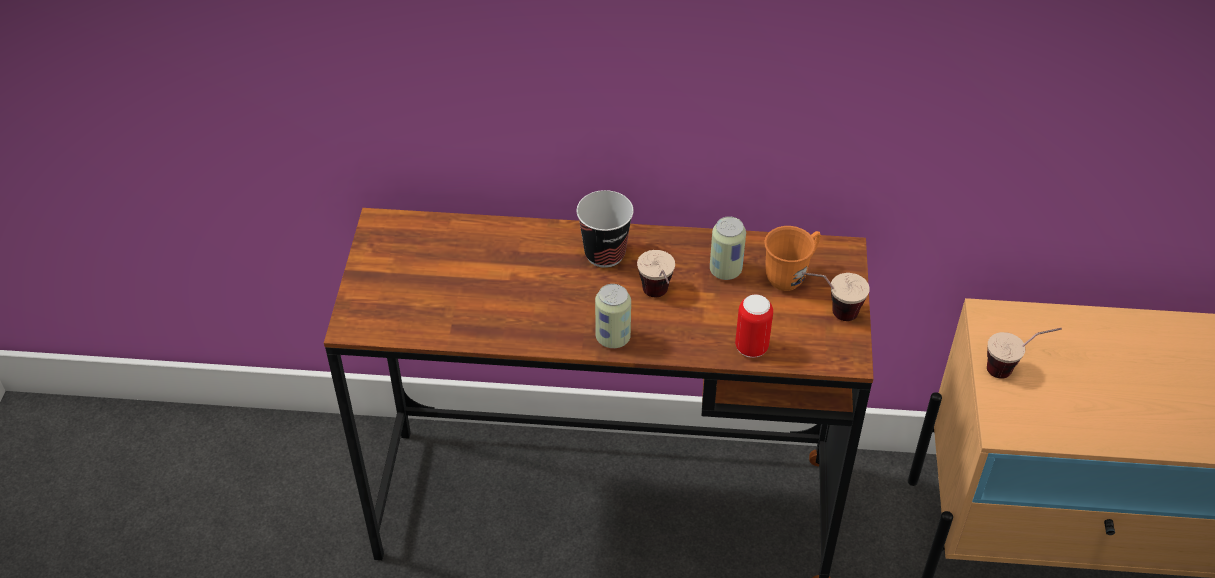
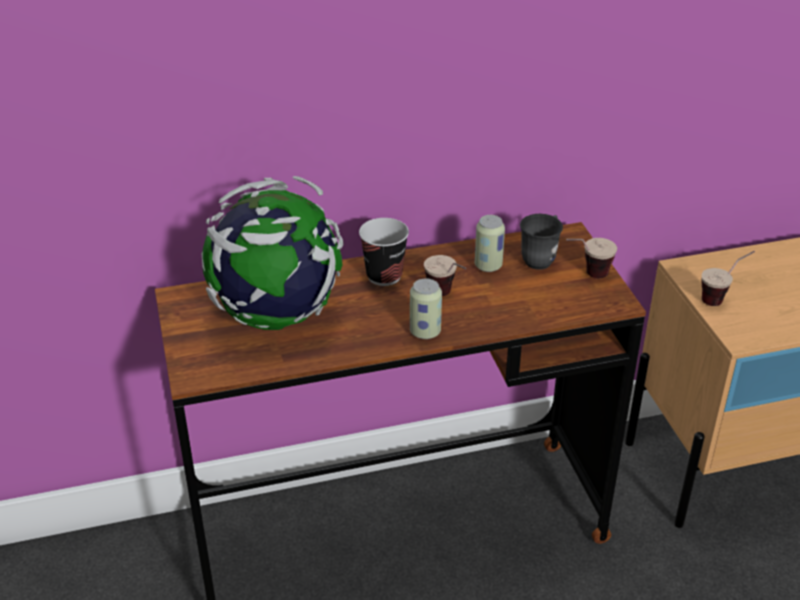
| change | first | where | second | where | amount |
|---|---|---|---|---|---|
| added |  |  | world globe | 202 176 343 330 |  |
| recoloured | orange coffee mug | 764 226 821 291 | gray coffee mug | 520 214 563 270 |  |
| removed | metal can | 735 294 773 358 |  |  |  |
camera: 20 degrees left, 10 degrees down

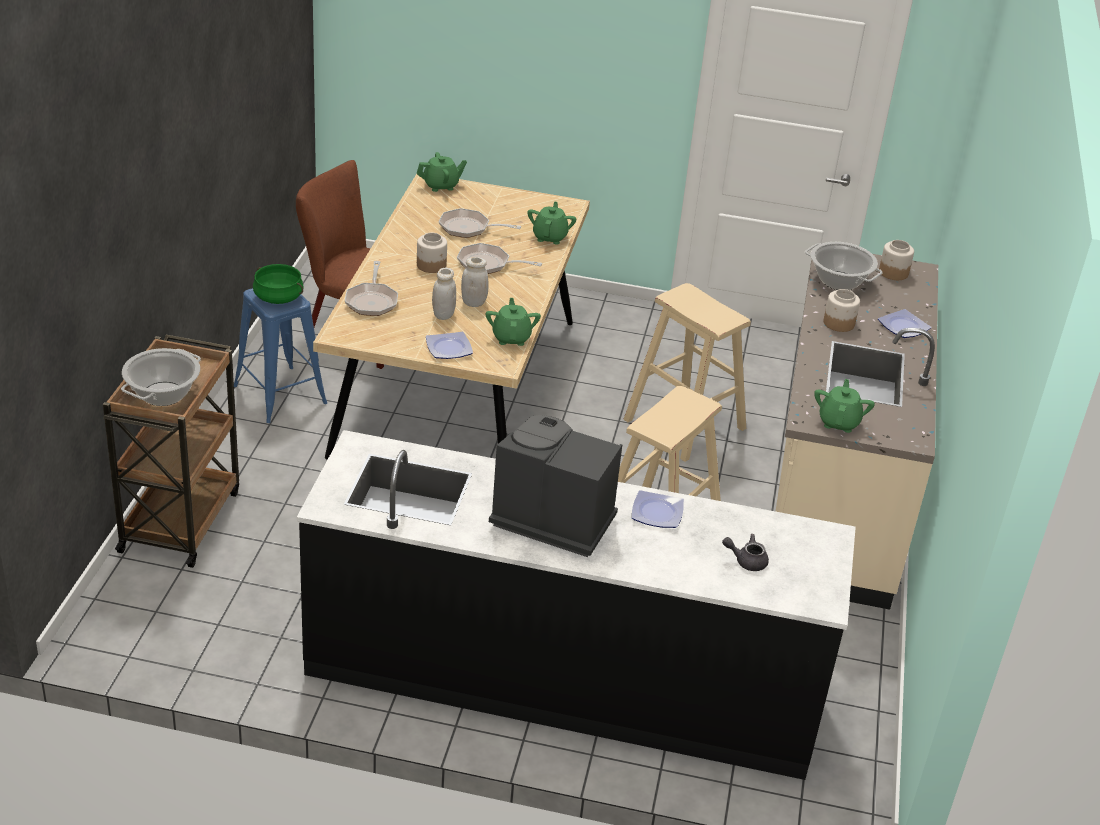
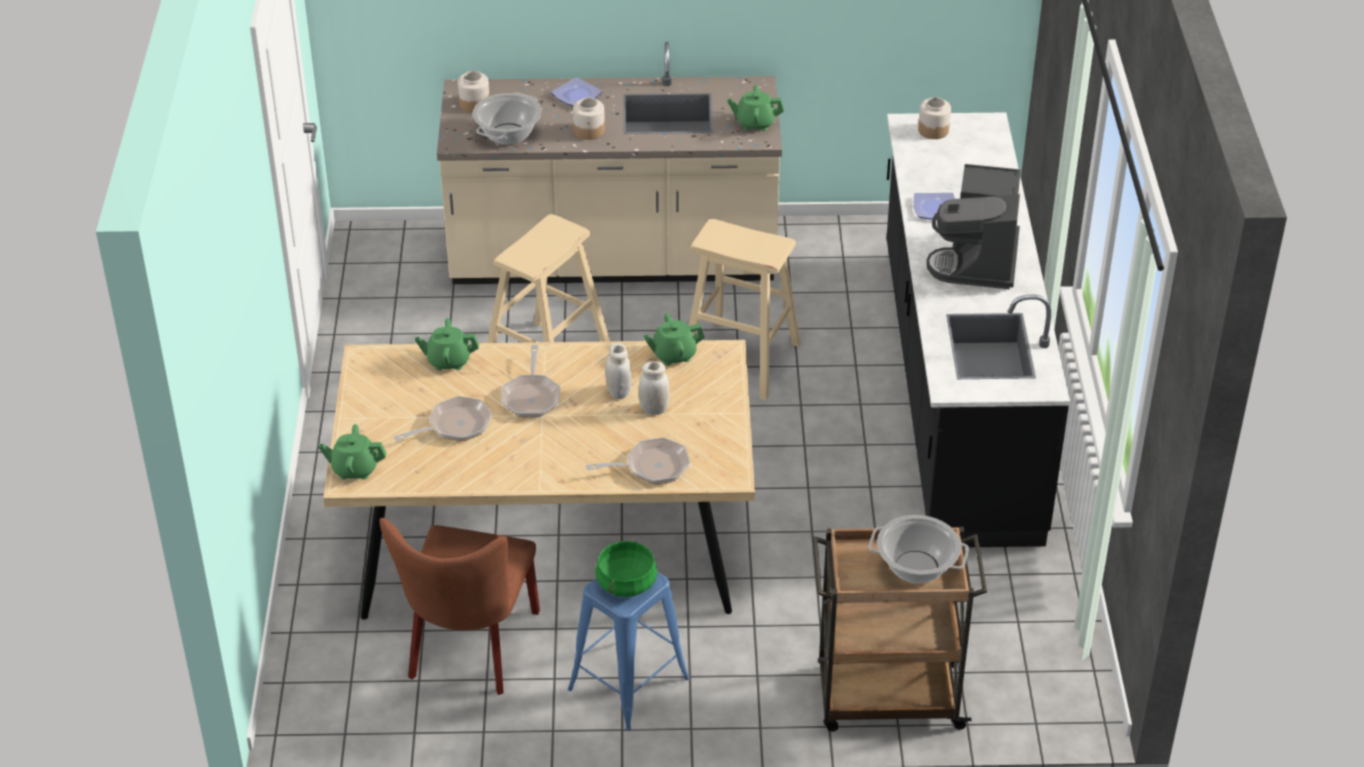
| change | first | where | second | where | amount |
|---|---|---|---|---|---|
| turned | green-coloured pot for tea | 417 152 467 192 |  | 318 424 387 479 | 60 degrees counterclockwise |
| turned | frying pan | 439 208 521 238 |  | 394 396 492 441 | 120 degrees counterclockwise |
| moved | preserve jar | 417 233 447 273 |  | 918 97 951 139 |  |
| removed | dinner plate | 426 332 473 359 |  |  |  |
| removed | gray pot for tea | 722 534 769 571 |  |  |  |
camera: 100 degrees left, 5 degrees up

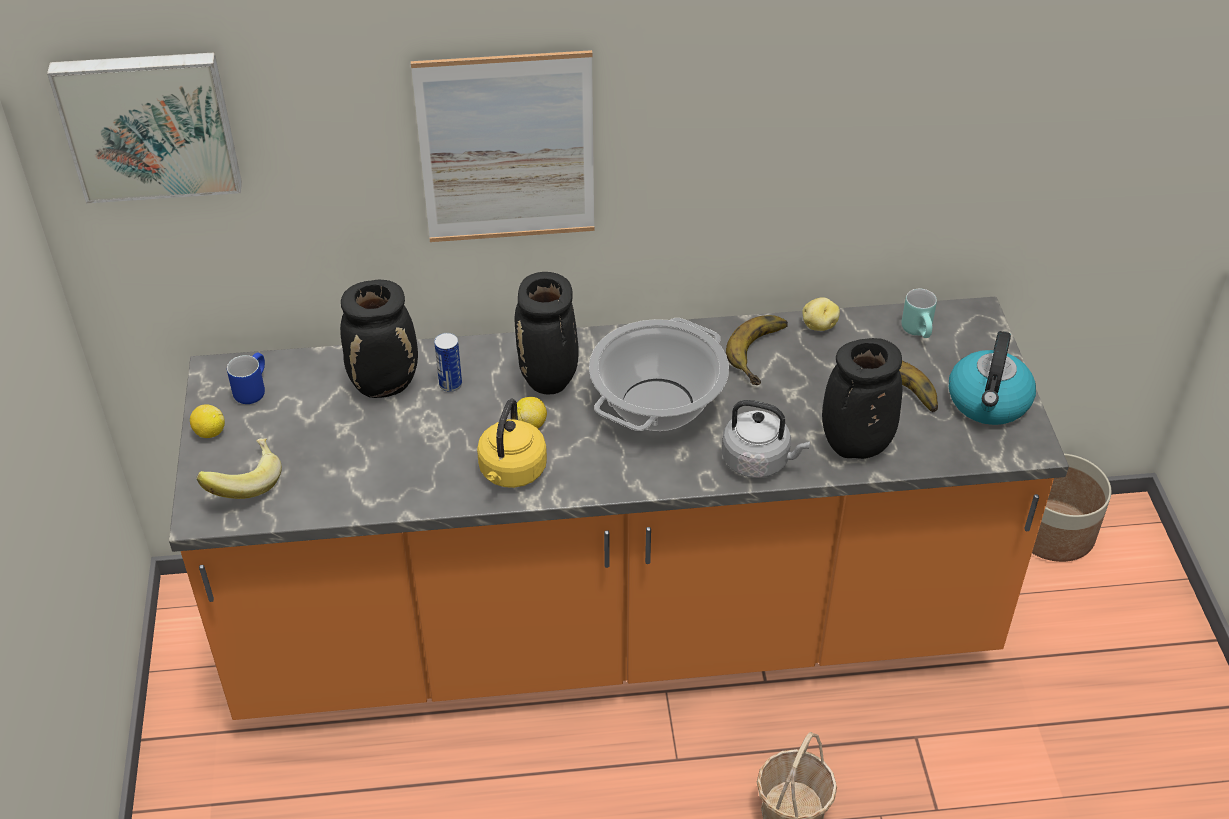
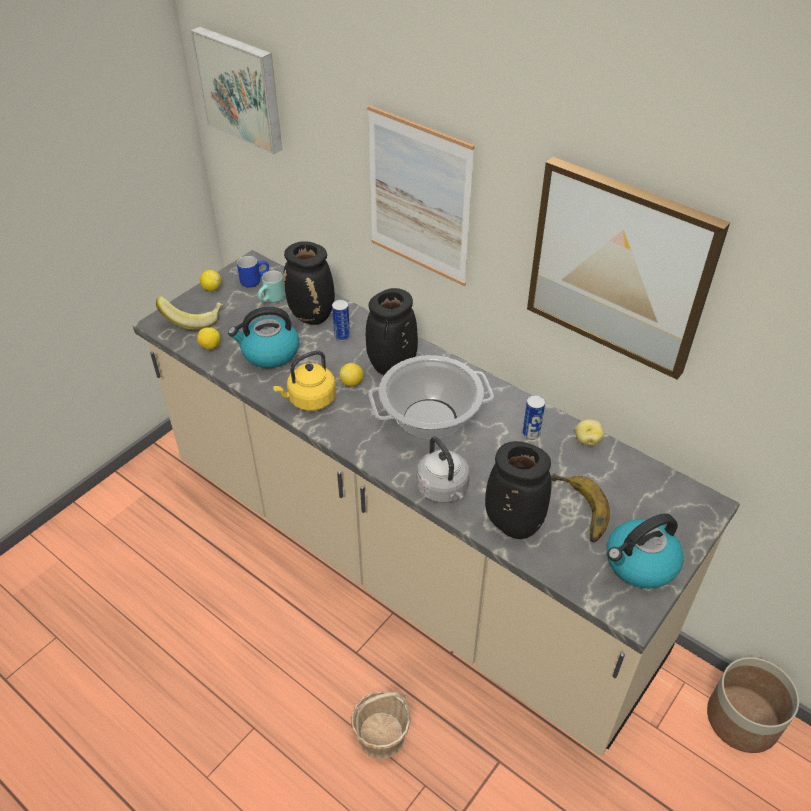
| change | first | where | second | where | amount |
|---|---|---|---|---|---|
| recoloured | orange kitchen base unit | 169 297 1069 720 | sand-coloured kitchen base unit | 133 250 740 757 |  |
| added |  |  | whole lemon | 197 327 221 350 |  |
| added |  |  | kettle | 228 307 299 368 |  |
| moved | blue-green coffee mug | 901 289 937 338 |  | 258 271 285 303 |  |
| replaced | banana fruit | 726 315 788 385 | metal can | 522 395 545 440 |  |
| added |  |  | wall art | 527 157 730 379 |  |
camera: 45 degrees right, 0 degrees up

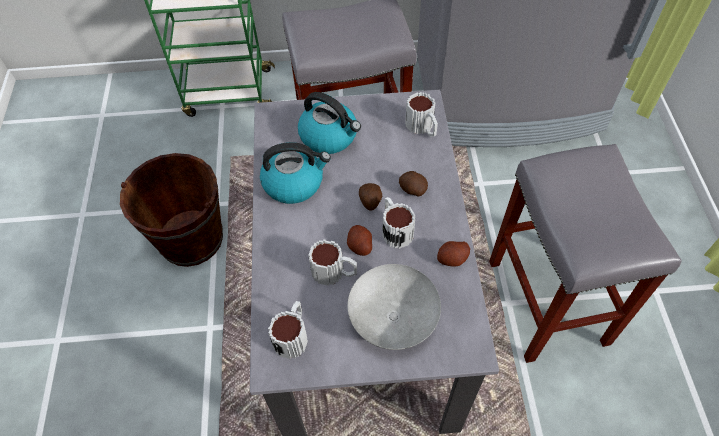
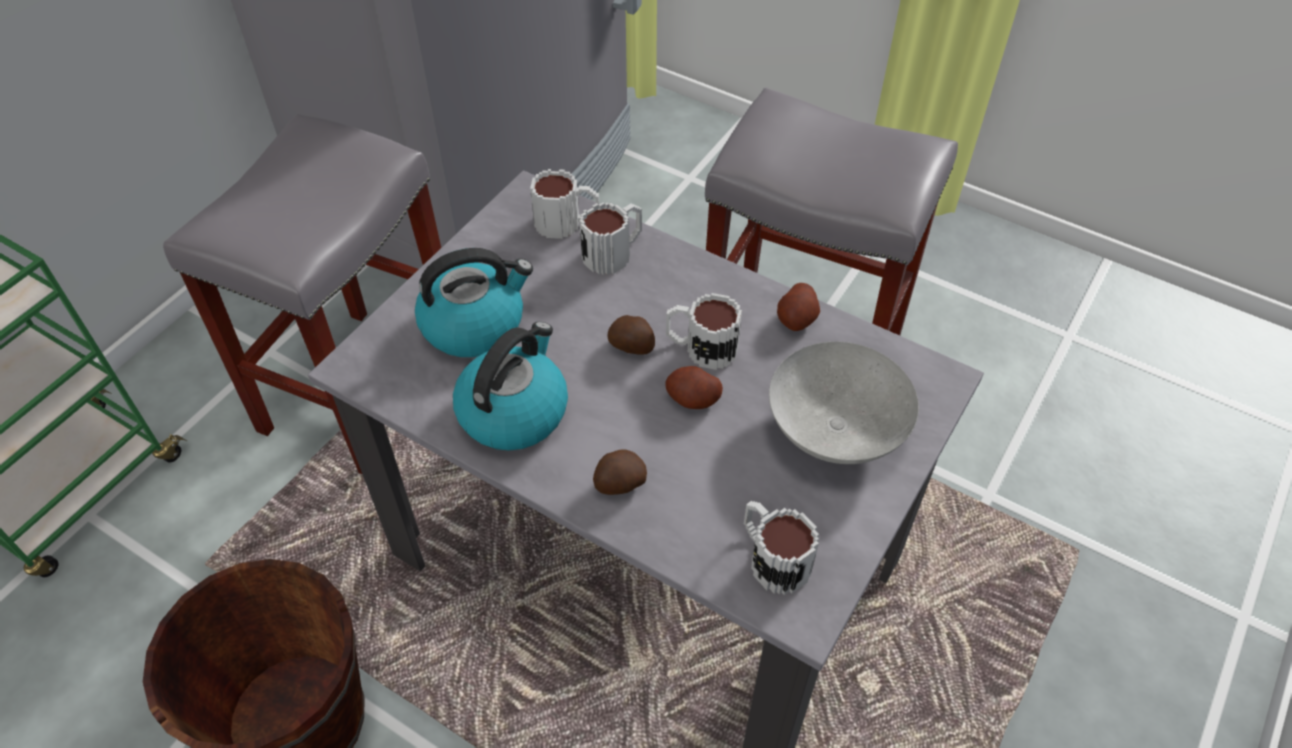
| change | first | where | second | where | amount |
|---|---|---|---|---|---|
| moved | coffee mug | 308 239 357 286 |  | 579 202 642 275 |  |
| moved | whole potato | 399 171 428 197 |  | 593 449 647 495 |  |
camera: 55 degrees left, 5 degrees down

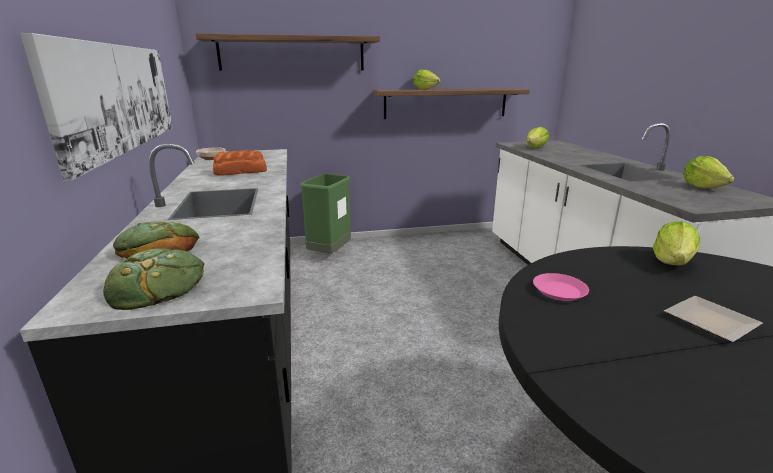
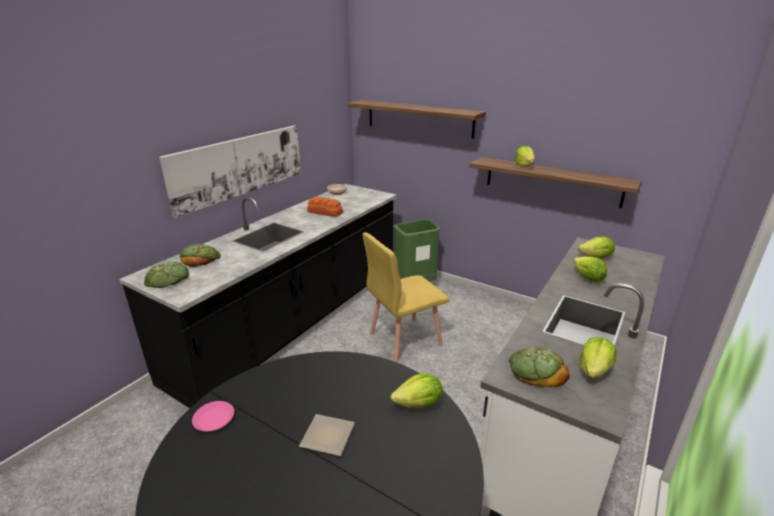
| change | first | where | second | where | amount |
|---|---|---|---|---|---|
| moved | pink dinner plate | 533 273 589 301 |  | 192 401 234 431 |  |
| added |  |  | yellow upright chair | 363 232 450 362 |  |
| added |  |  | bakery bread | 509 348 570 387 |  |
| added |  |  | lettuce | 574 257 607 282 |  |
camera: 45 degrees right, 5 degrees up

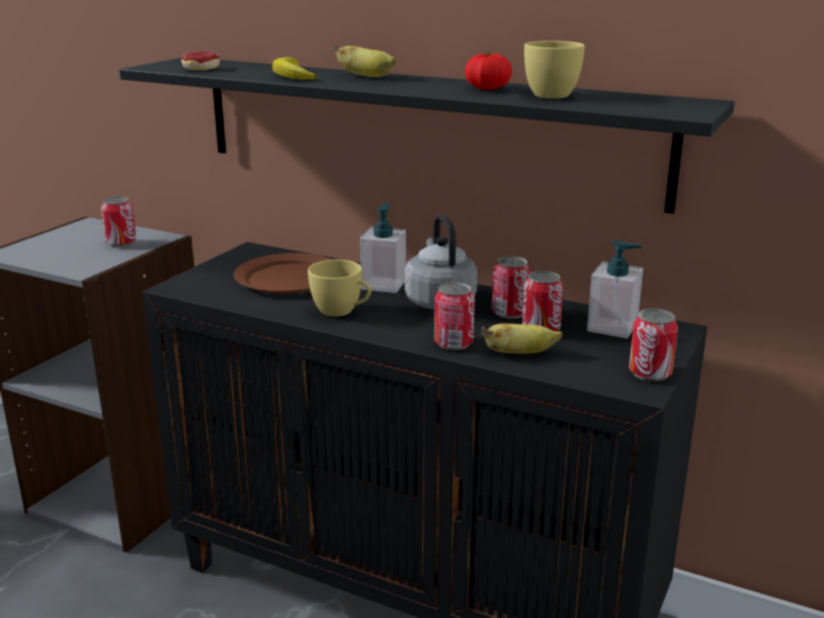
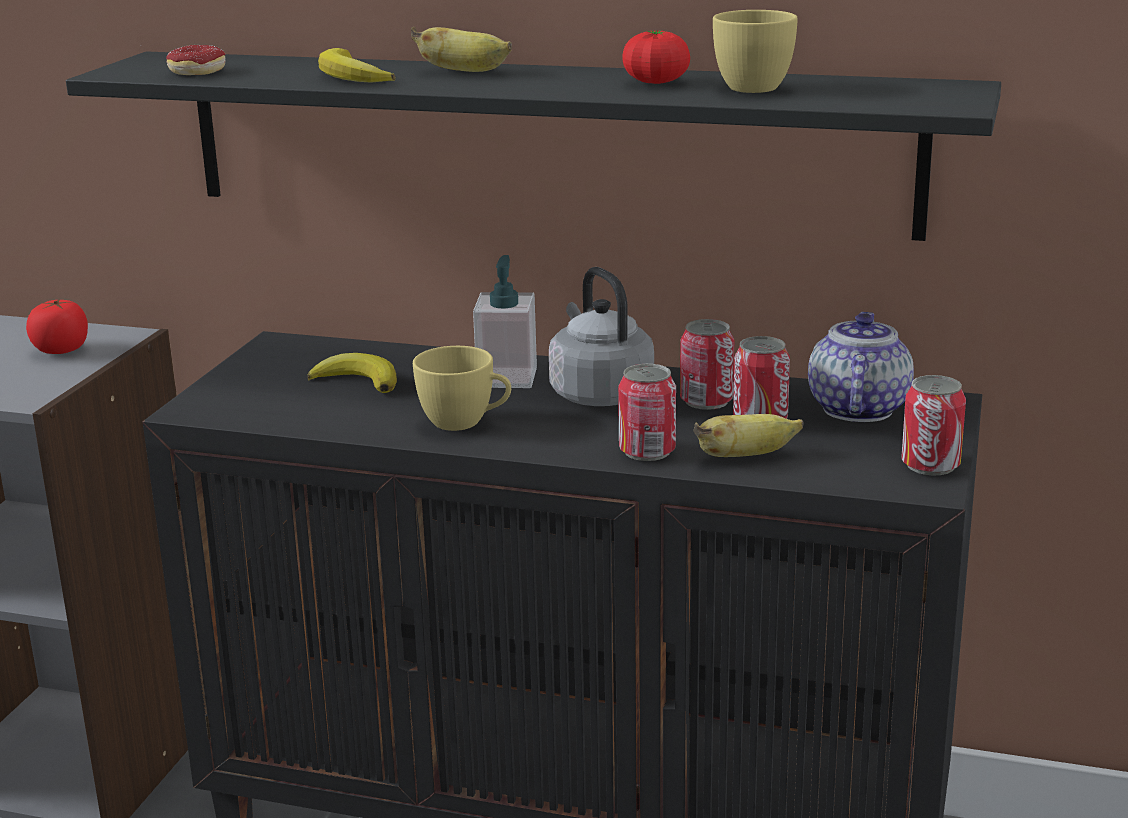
| change | first | where | second | where | amount |
|---|---|---|---|---|---|
| replaced | metal can | 101 197 136 247 | fresh tomato | 26 299 88 354 |  |
| replaced | brown dinner plate | 234 253 332 294 | banana fruit | 308 353 397 393 |  |
| replaced | soap bottle | 587 240 643 339 | pot for tea | 808 312 914 422 |  |
camera: 10 degrees left, 0 degrees up

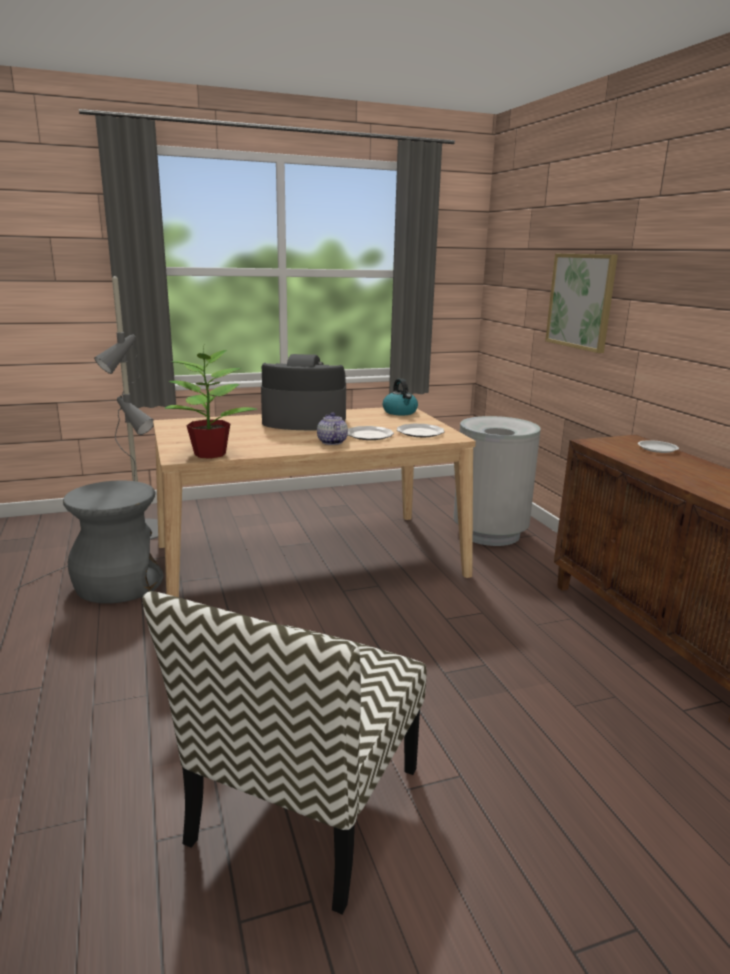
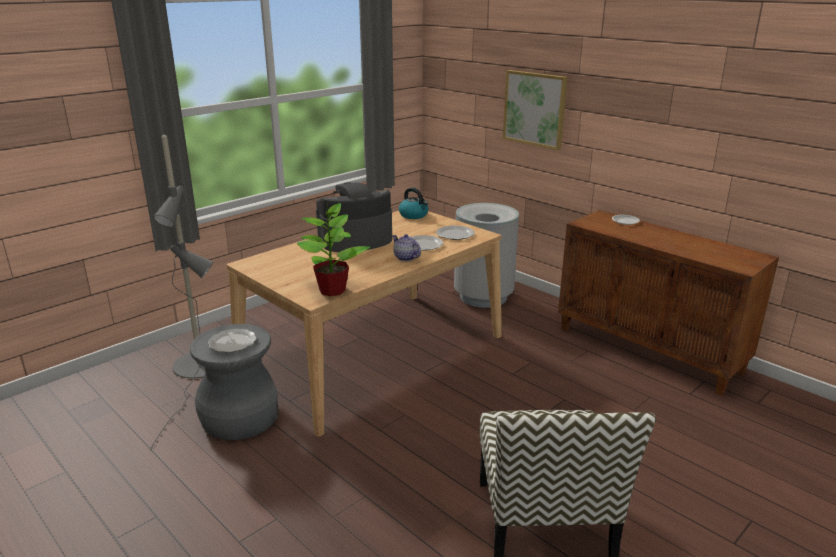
| change | first | where | second | where | amount |
|---|---|---|---|---|---|
| added |  |  | dinner plate | 208 329 256 353 |  |
camera: 25 degrees left, 5 degrees up

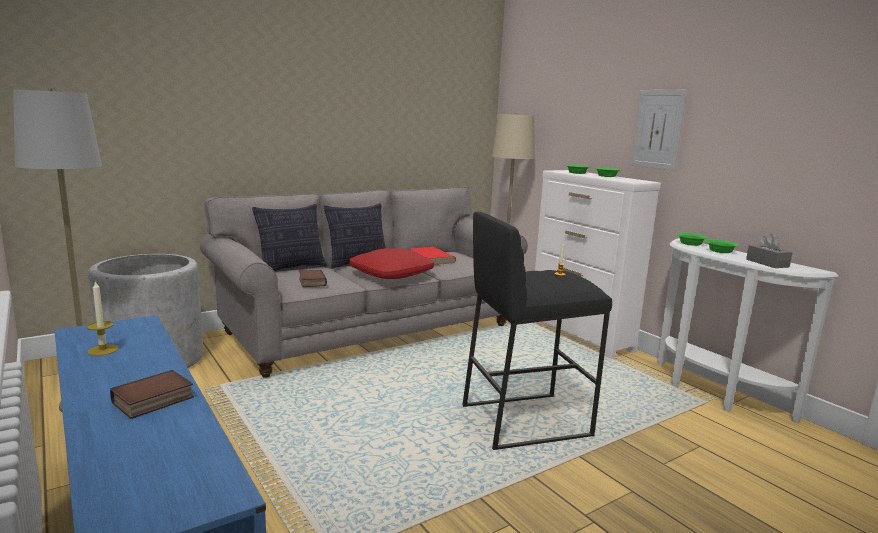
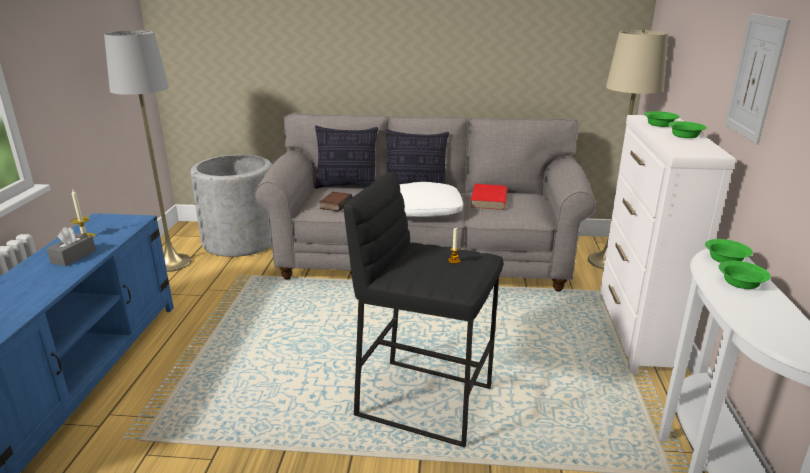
| change | first | where | second | where | amount |
|---|---|---|---|---|---|
| moved | gray box of tissues | 746 234 793 268 |  | 46 227 96 266 |  |
| recoloured | red-coloured pillow | 349 248 434 279 | white-coloured pillow | 399 182 463 217 |  |
| removed | volume | 110 370 194 419 |  |  |  |
camera: 40 degrees right, 10 degrees up

